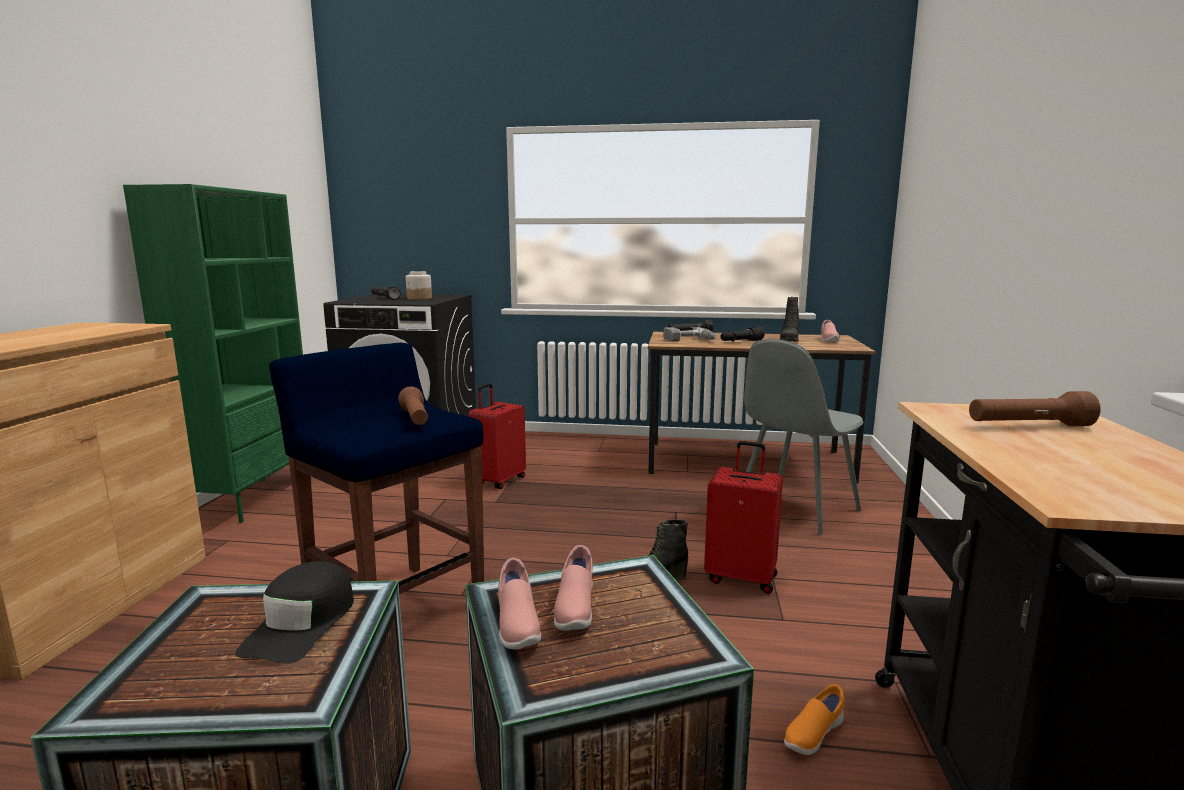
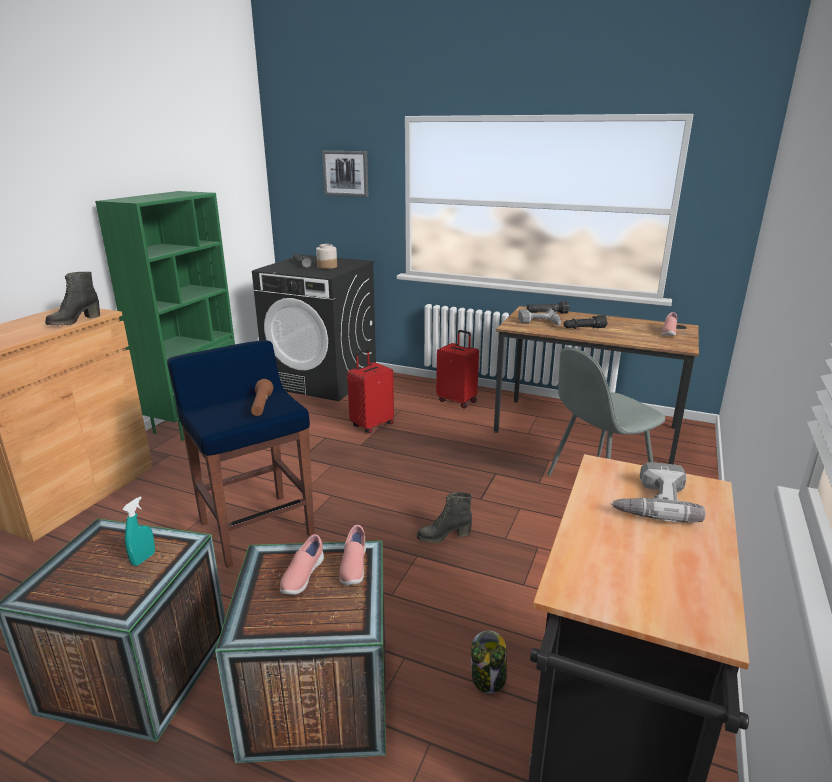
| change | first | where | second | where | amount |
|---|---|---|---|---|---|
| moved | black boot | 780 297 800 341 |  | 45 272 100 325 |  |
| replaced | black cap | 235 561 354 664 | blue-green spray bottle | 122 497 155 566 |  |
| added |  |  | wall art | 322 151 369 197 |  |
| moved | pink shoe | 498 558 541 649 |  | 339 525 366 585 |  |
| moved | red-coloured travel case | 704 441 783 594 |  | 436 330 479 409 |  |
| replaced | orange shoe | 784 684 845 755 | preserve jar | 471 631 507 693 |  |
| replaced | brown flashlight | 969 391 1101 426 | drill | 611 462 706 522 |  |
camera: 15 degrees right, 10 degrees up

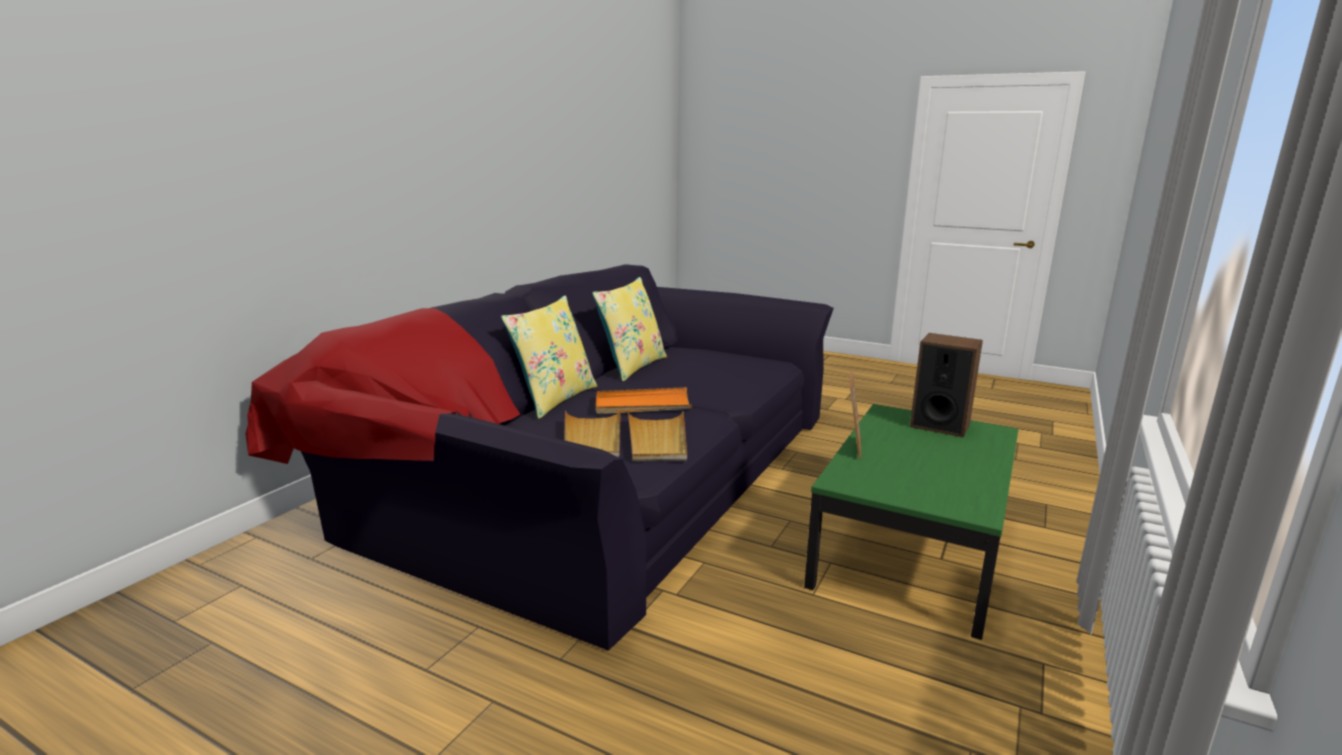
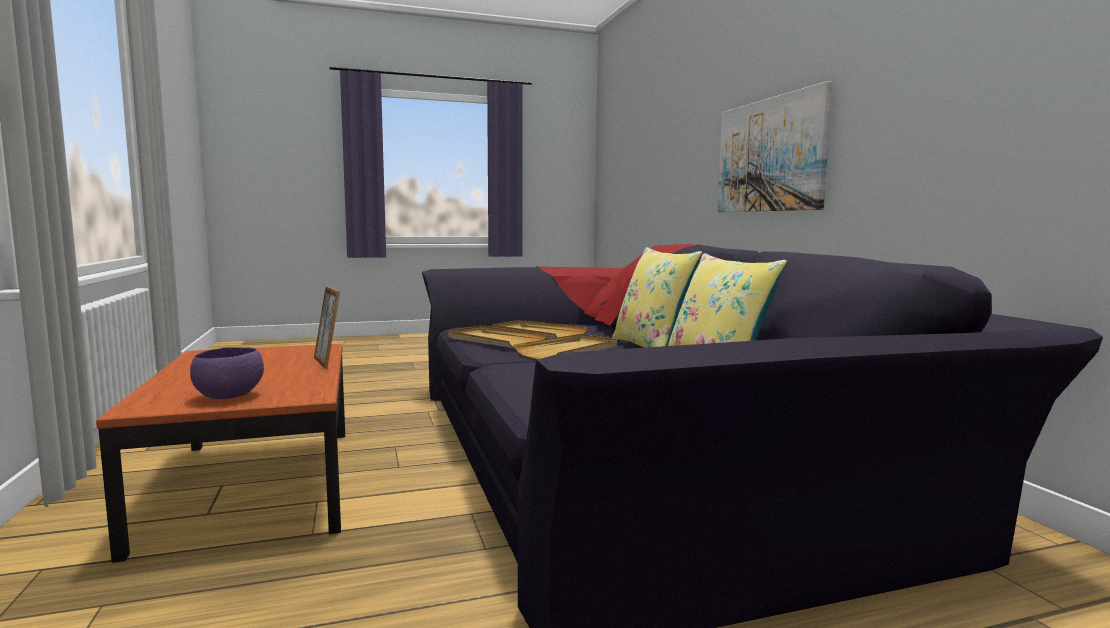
| change | first | where | second | where | amount |
|---|---|---|---|---|---|
| recoloured | green-coloured low table | 804 404 1018 640 | brown low table | 96 344 345 563 |  |
| replaced | audio speaker | 910 333 983 437 | purple serving bowl | 190 347 264 399 |  |
| recoloured | orange carrying tray | 596 387 692 414 | sand-coloured carrying tray | 514 334 617 359 |  |
| added |  |  | wall art | 718 81 832 212 |  |
camera: 135 degrees right, 10 degrees down

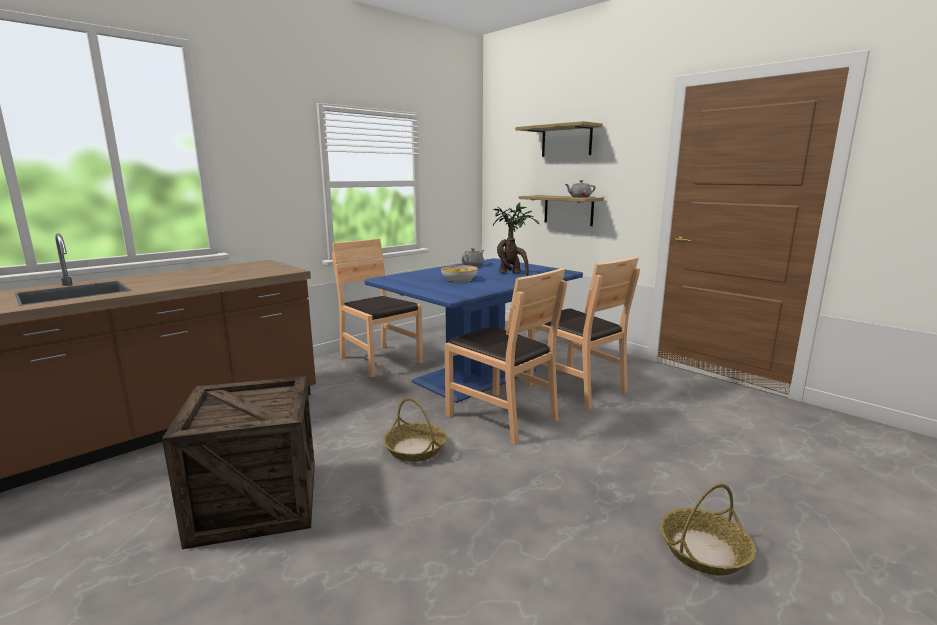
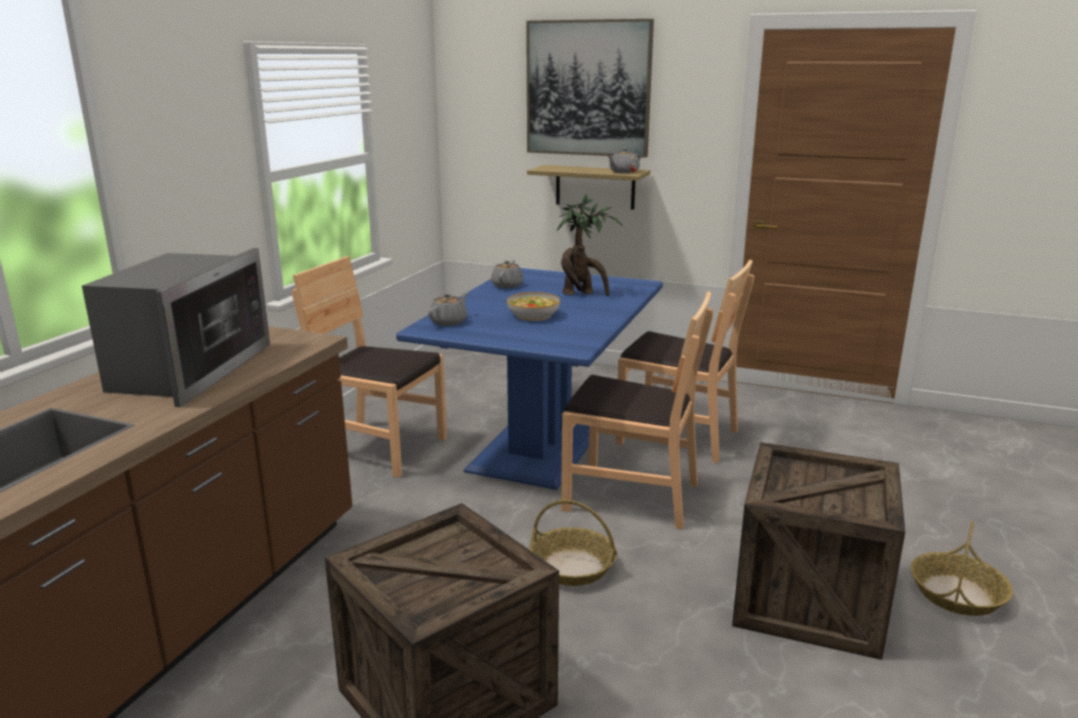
| change | first | where | second | where | amount |
|---|---|---|---|---|---|
| added |  |  | microwave oven | 82 248 270 407 |  |
| added |  |  | gray pot for tea | 428 292 468 326 |  |
| replaced | bracket shelf | 515 121 603 157 | wall art | 526 19 654 158 |  |
| added |  |  | crate | 732 442 905 660 |  |
camera: 25 degrees left, 5 degrees up

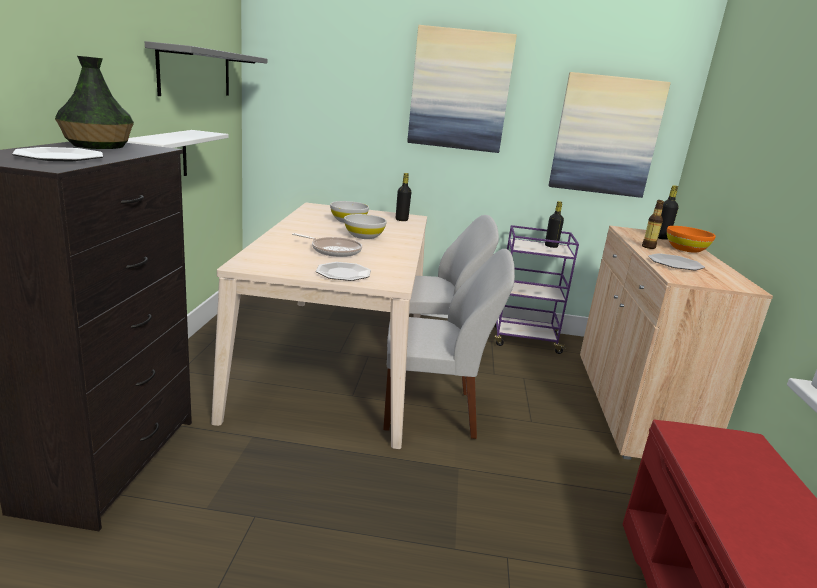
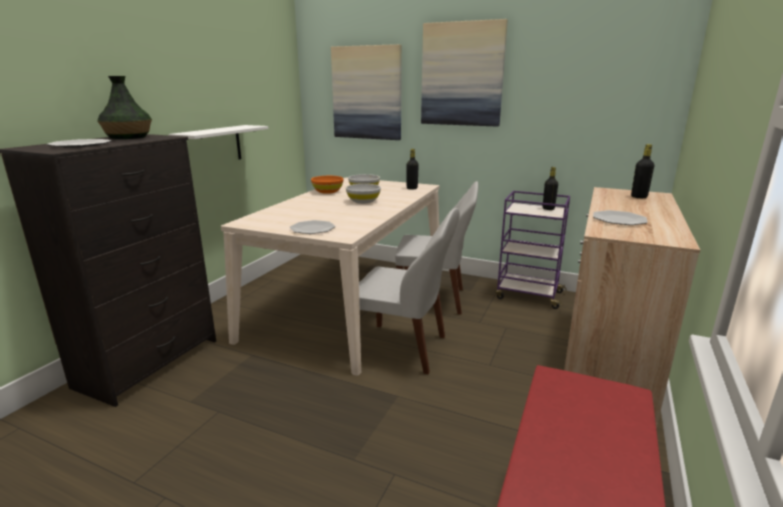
| change | first | where | second | where | amount |
|---|---|---|---|---|---|
| moved | orange serving bowl | 667 226 716 253 |  | 311 176 343 194 |  |
| moved | wall art | 549 72 671 198 |  | 331 44 402 140 |  |
| removed | gray bracket shelf | 145 41 267 96 |  |  |  |
| removed | frying pan | 292 233 362 257 |  |  |  |
| removed | beverage bottle | 642 200 664 249 |  |  |  |
camera: 20 degrees right, 0 degrees up

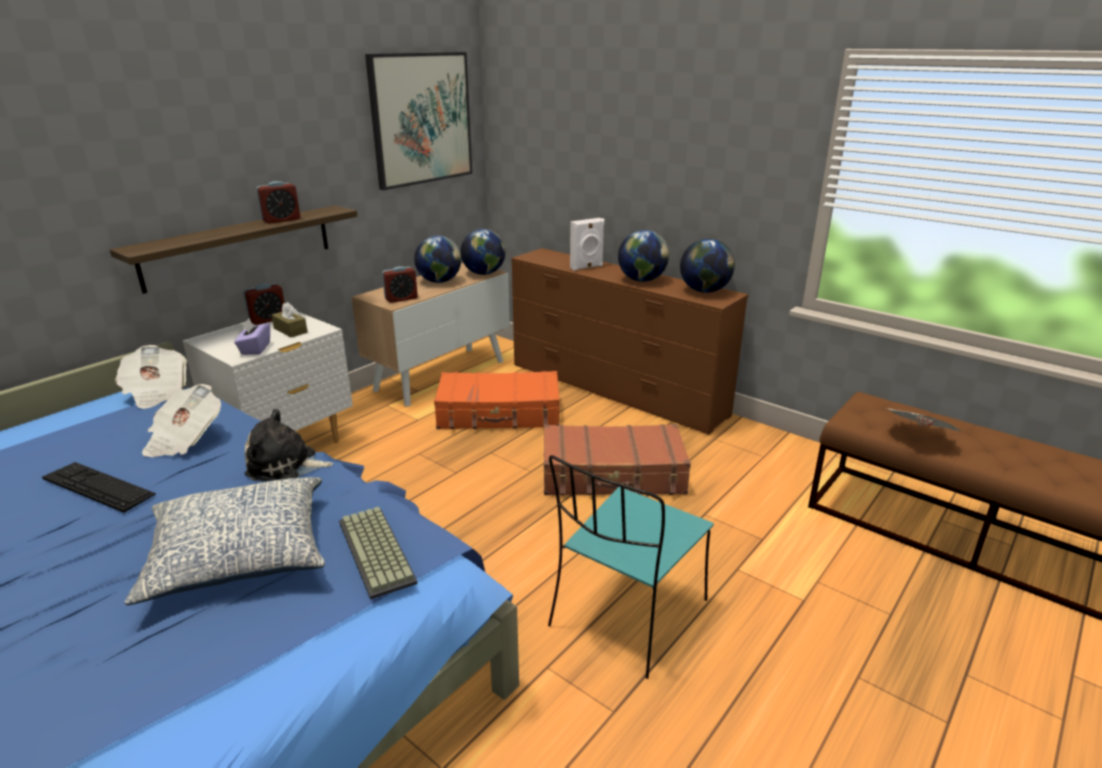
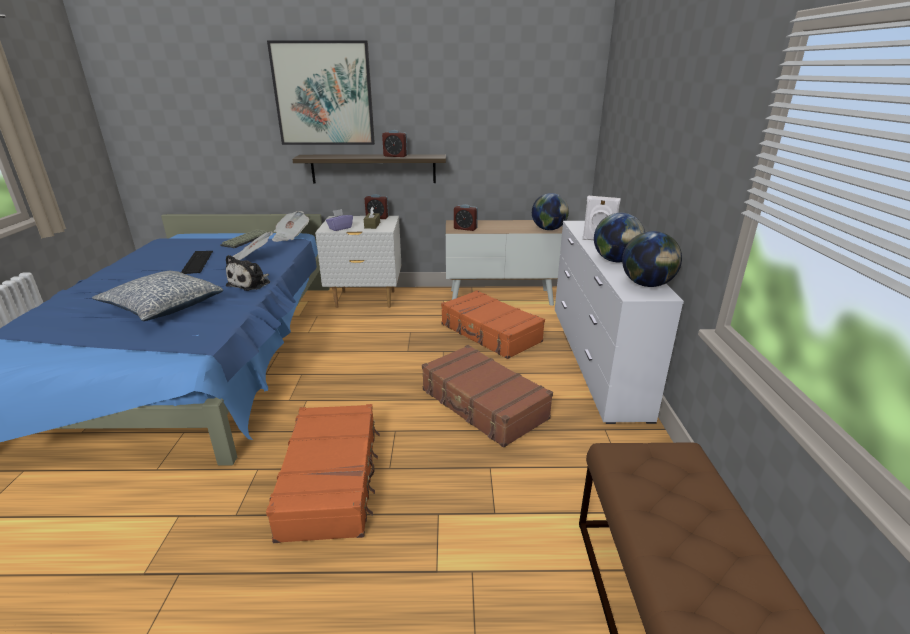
| change | first | where | second | where | amount |
|---|---|---|---|---|---|
| moved | keyboard | 339 507 418 600 |  | 220 229 268 248 |  |
| turned | soft toy | 245 408 333 481 |  | 226 255 270 291 | 120 degrees counterclockwise |
| replaced | blue-green upright chair | 548 455 714 679 | orange travel case | 266 404 380 543 |  |
| moved | wall art | 365 52 472 190 |  | 267 41 375 145 |  |
| recoloured | brown drawer chest | 511 248 748 435 | white-coloured drawer chest | 555 221 684 424 |  |
| removed | world globe | 414 236 461 283 |  |  |  |
| removed | daily paper | 887 408 961 431 |  |  |  |
camera: 50 degrees right, 0 degrees up

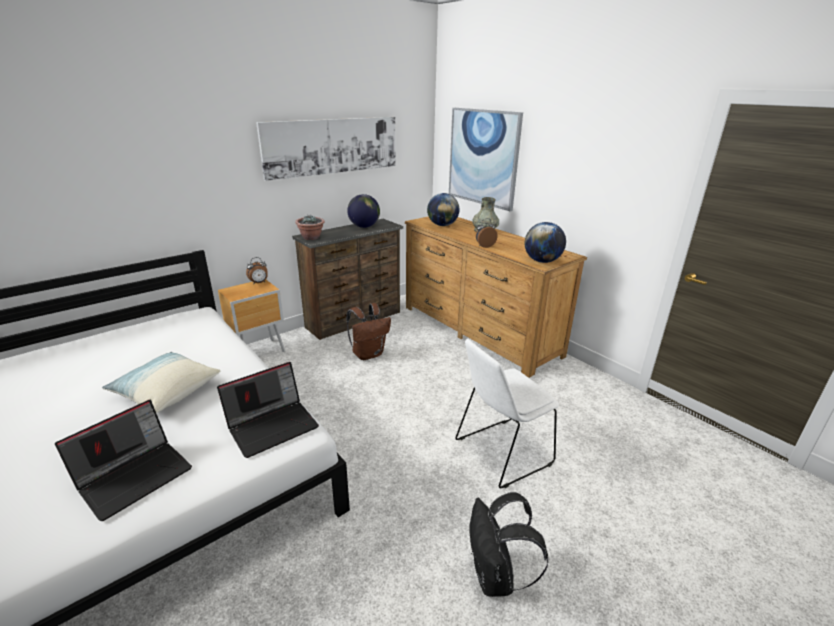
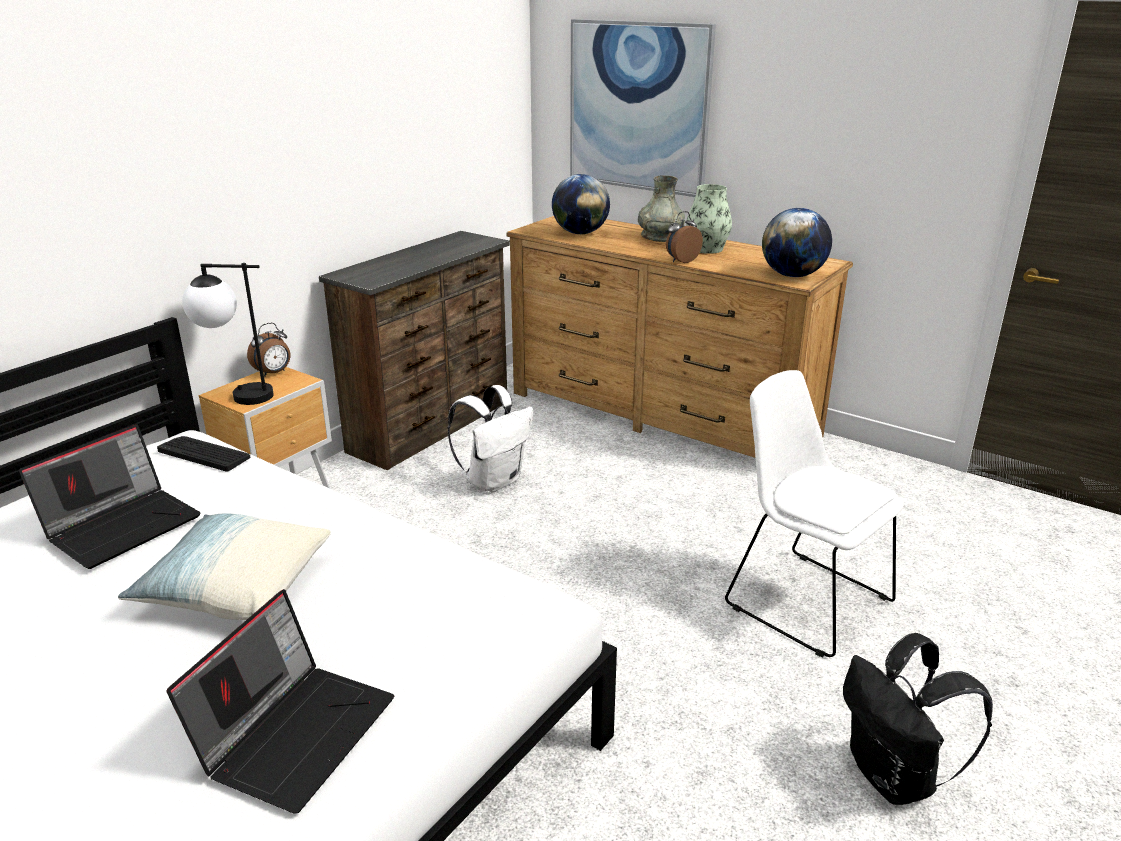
| change | first | where | second | where | amount |
|---|---|---|---|---|---|
| moved | portable computer | 217 362 319 458 |  | 19 425 201 569 |  |
| added |  |  | keyboard | 157 436 250 472 |  |
| added |  |  | table lamp | 182 263 274 405 |  |
| recoloured | brown knapsack | 346 303 391 360 | white-coloured knapsack | 447 385 533 493 |  |
| added |  |  | vase | 686 184 732 254 |  |
| turned | white-coloured upright chair | 455 339 559 488 |  | 725 370 903 657 | 90 degrees clockwise |
| removed | wall art | 256 117 396 181 |  |  |  |
| removed | plant in a pot | 295 215 325 240 |  |  |  |
| removed | world globe | 347 194 380 228 |  |  |  |
camera: 15 degrees left, 0 degrees up

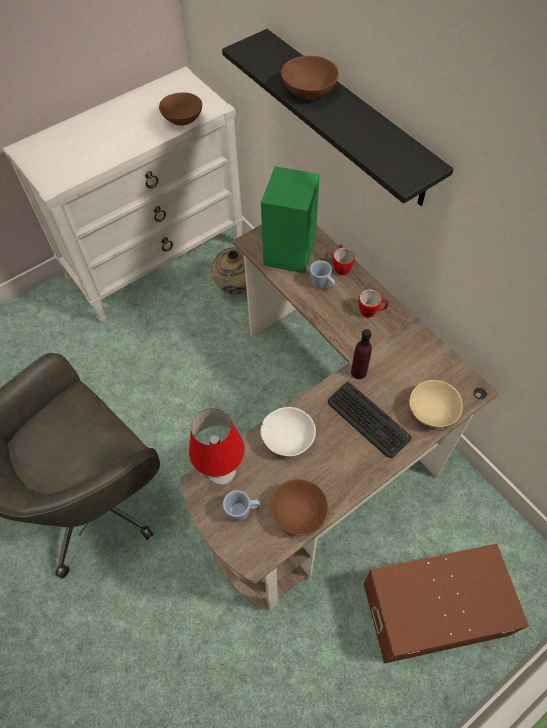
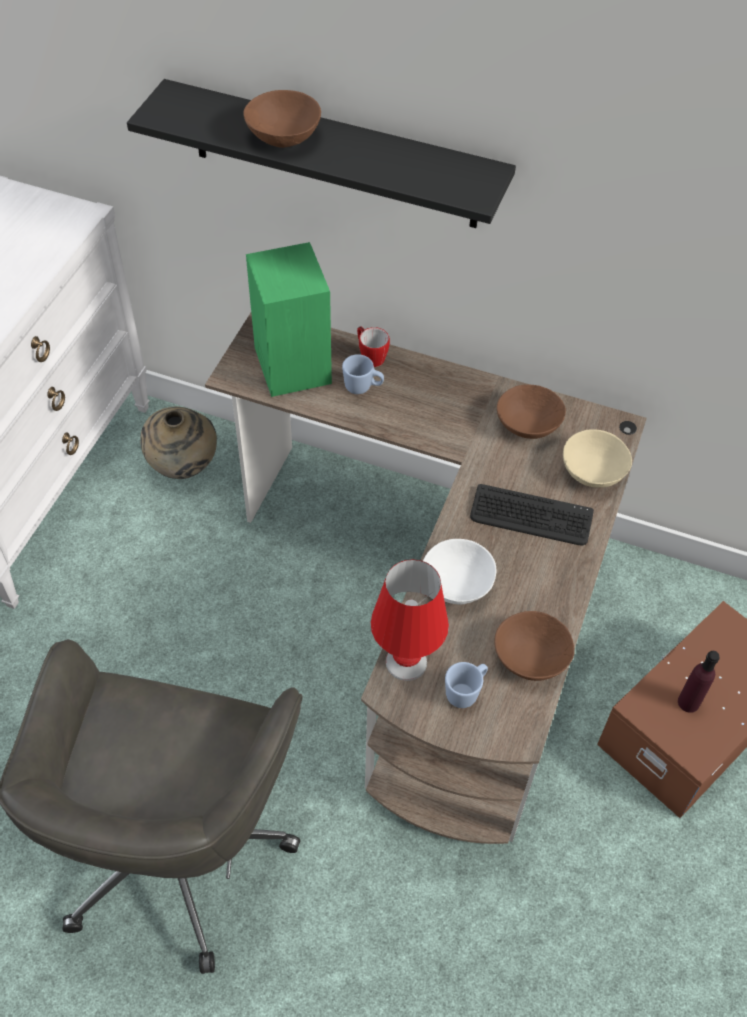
| change | first | where | second | where | amount |
|---|---|---|---|---|---|
| moved | brown serving bowl | 159 92 202 126 |  | 497 384 566 439 |  |
| moved | purple beverage bottle | 351 329 372 379 |  | 678 651 720 713 |  |
| removed | coffee mug | 358 289 389 318 |  |  |  |
camera: 35 degrees left, 5 degrees down

